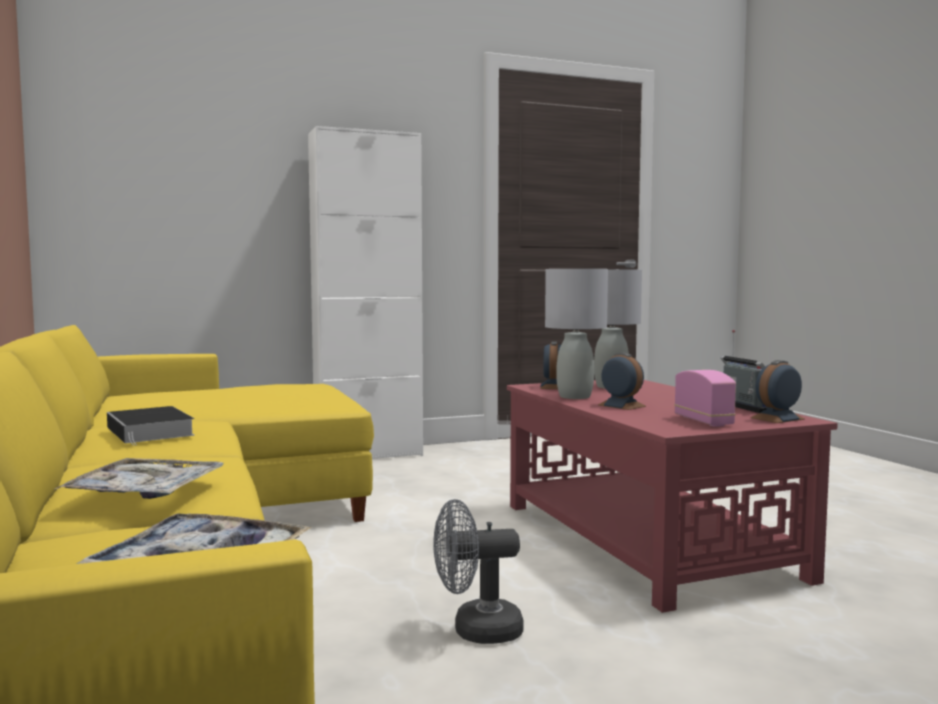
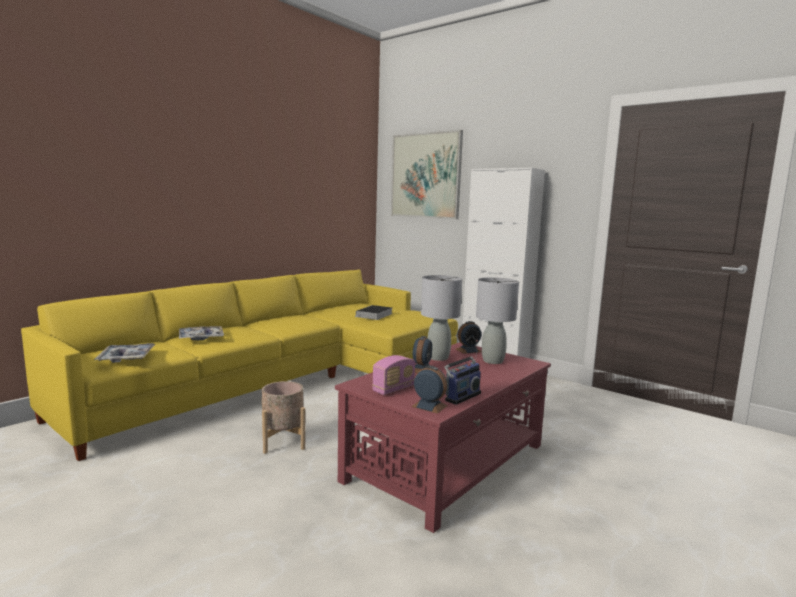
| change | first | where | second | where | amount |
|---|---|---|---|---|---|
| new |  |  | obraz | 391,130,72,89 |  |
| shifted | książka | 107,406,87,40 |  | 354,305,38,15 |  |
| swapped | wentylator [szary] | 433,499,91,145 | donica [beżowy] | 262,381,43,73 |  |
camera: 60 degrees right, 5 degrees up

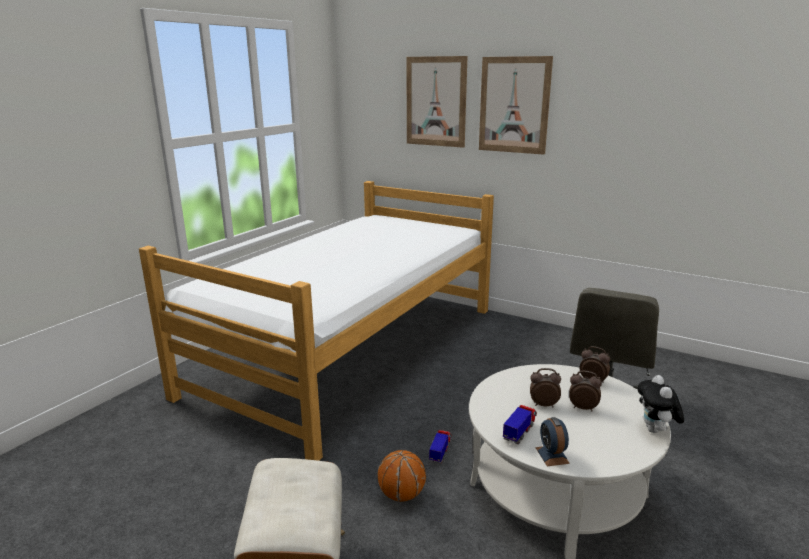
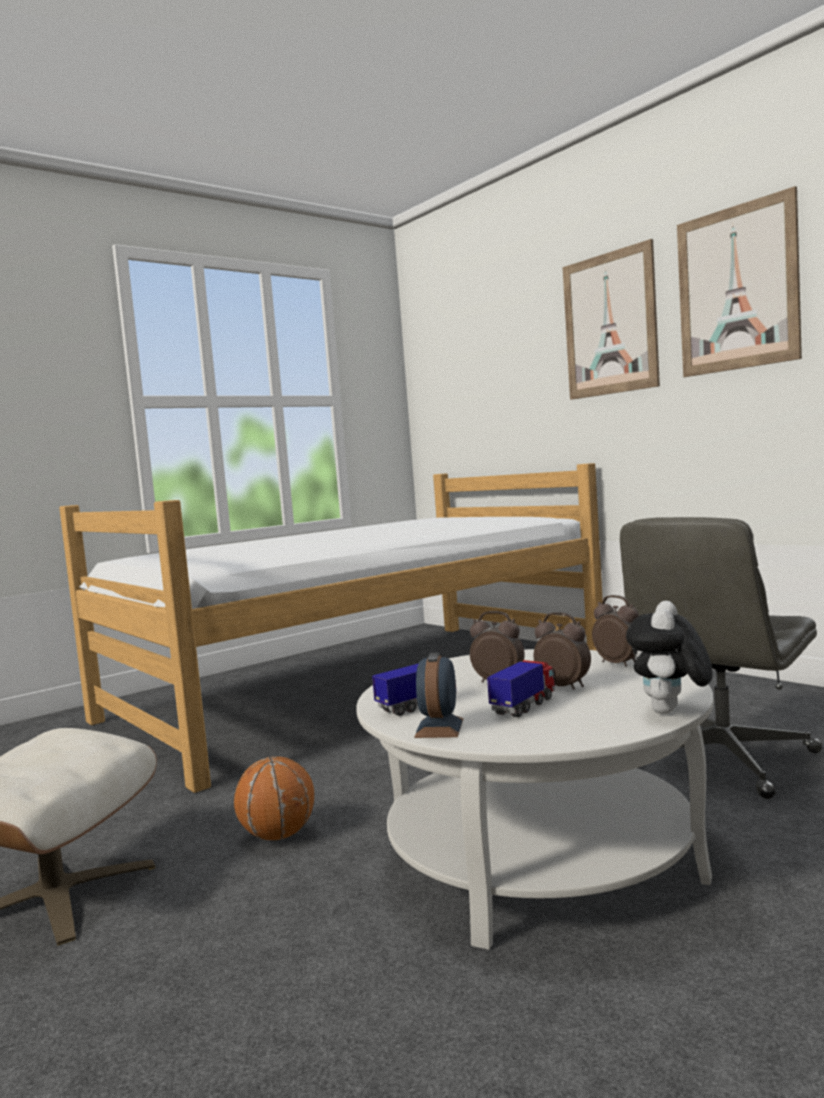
| change | first | where | second | where | amount |
|---|---|---|---|---|---|
| shifted | obraz | 406,56,62,92 |  | 677,186,125,191 |  |
| shifted | ciężarówka zabawkowa | 429,430,22,34 |  | 487,660,68,57 |  |
camera: 20 degrees right, 15 degrees down

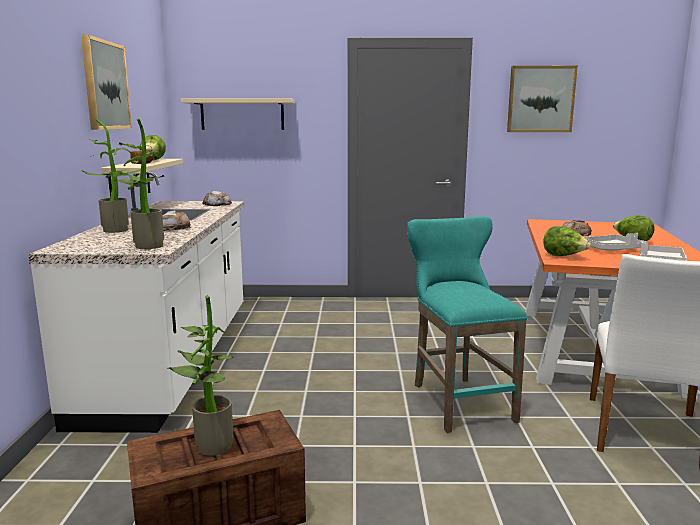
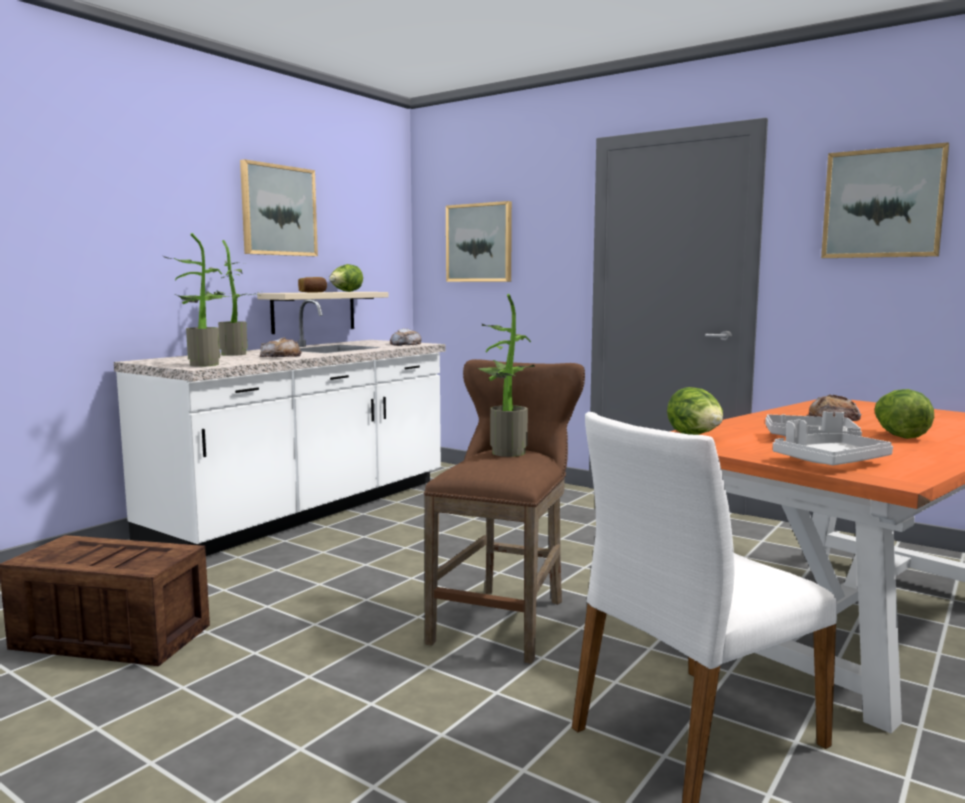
| change | first | where | second | where | amount |
|---|---|---|---|---|---|
| shifted | roślina doniczkowa | 168,295,66,161 |  | 476,294,59,163 |  |
| swapped | półka [beżowy] | 180,98,115,32 | obraz | 446,201,66,81 |  |
| repainted | stołek [turkusowy] | 407,216,120,217 | stołek [brązowy] | 424,359,161,305 |  |
camera: 35 degrees right, 5 degrees down

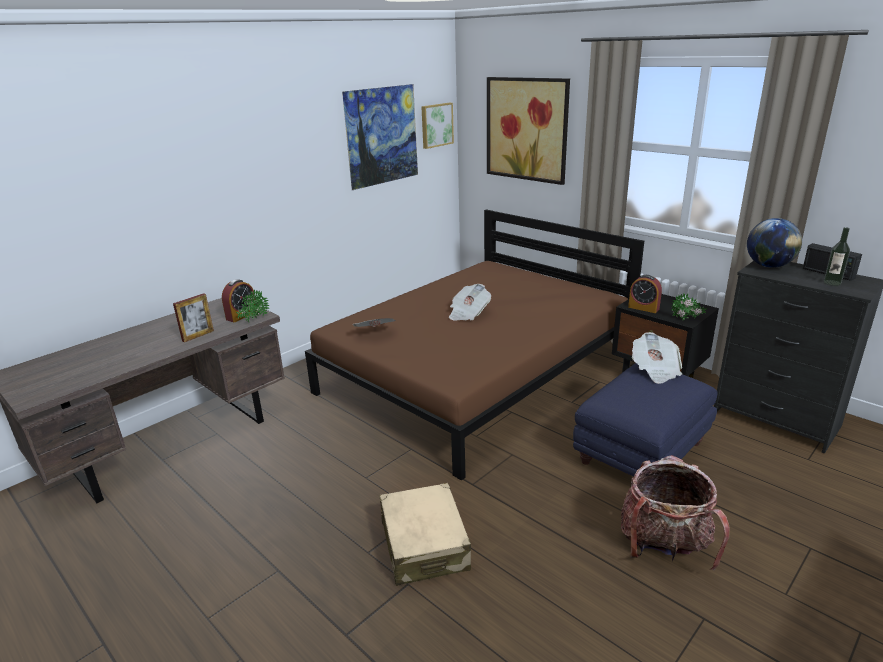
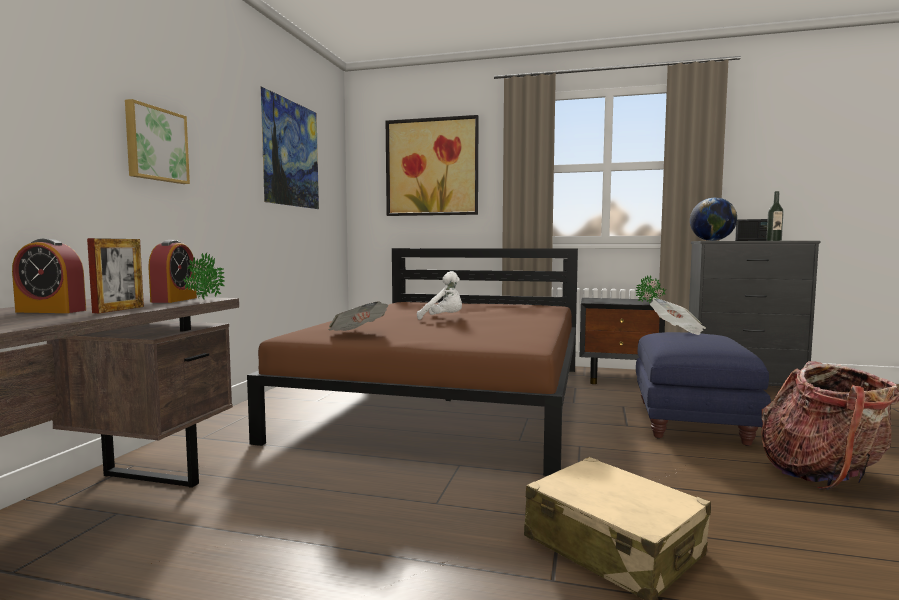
| change | first | where | second | where | amount |
|---|---|---|---|---|---|
| shifted | obraz | 421,103,33,46 |  | 125,99,65,85 |  |
| shifted | budzik | 628,275,34,38 |  | 12,239,74,74 |  |
| swapped | gazeta | 449,284,42,37 | pluszak [biały] | 417,271,45,49 |  |
camera: 30 degrees left, 20 degrees down

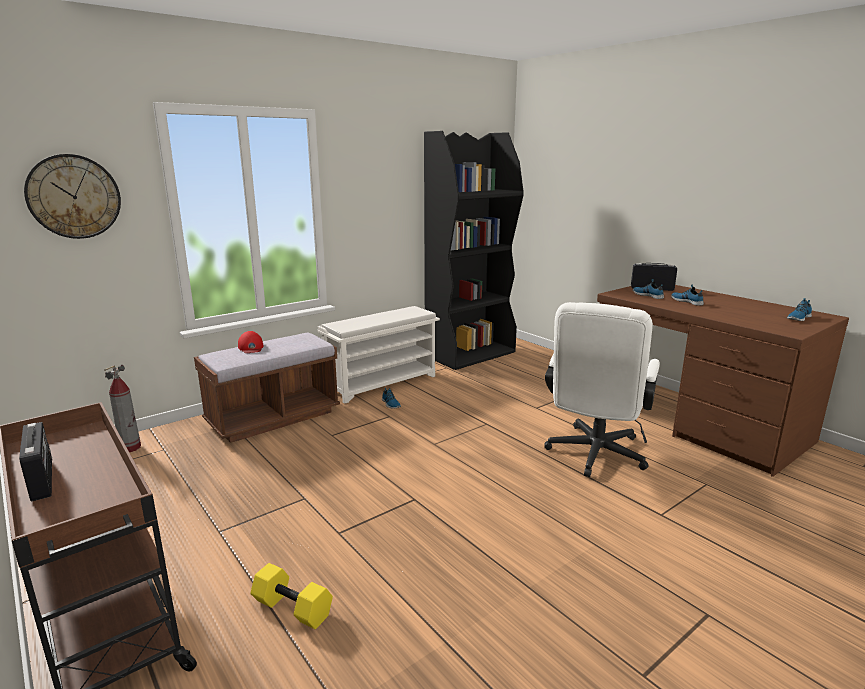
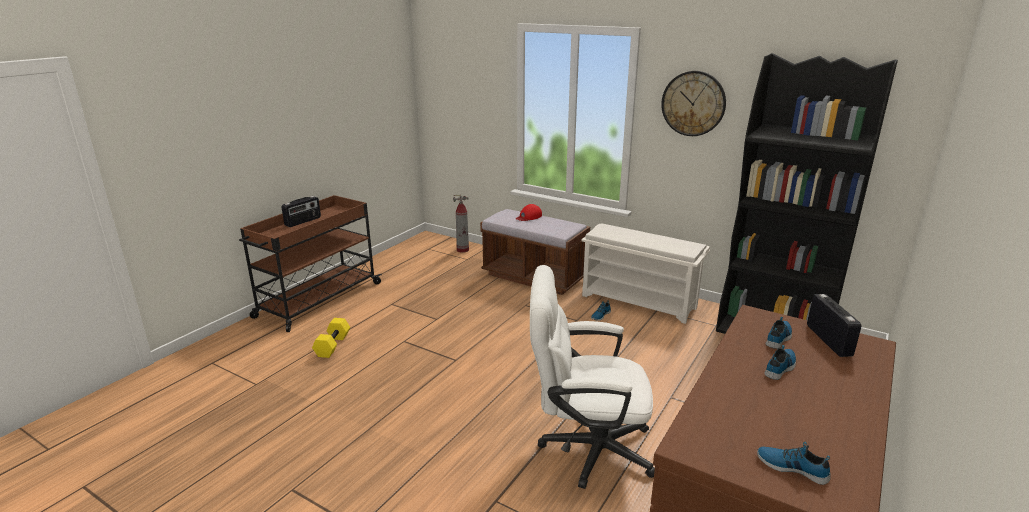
| change | first | where | second | where | amount |
|---|---|---|---|---|---|
| shifted | zegar ścienny | 24,154,97,85 |  | 661,71,65,65 |  |
camera: 70 degrees right, 5 degrees up

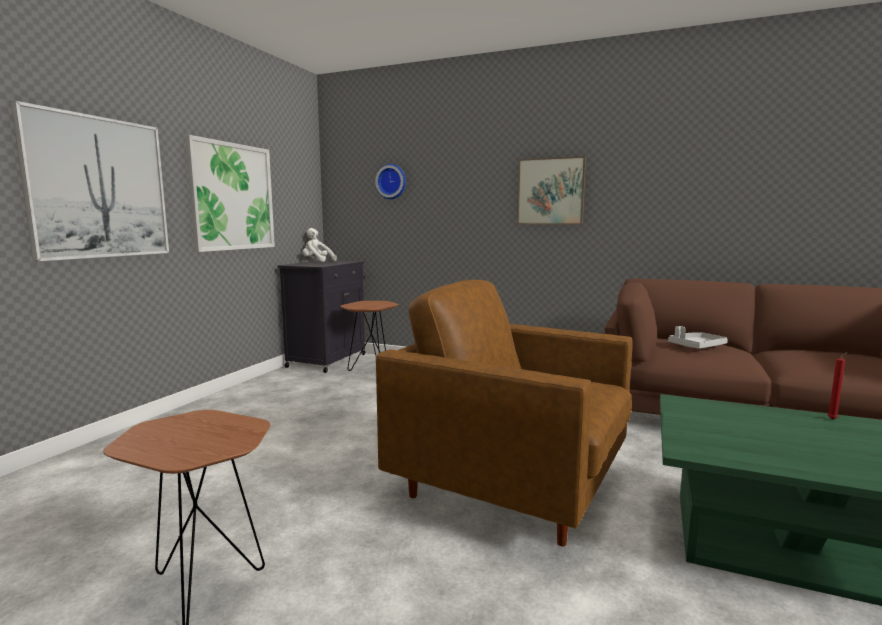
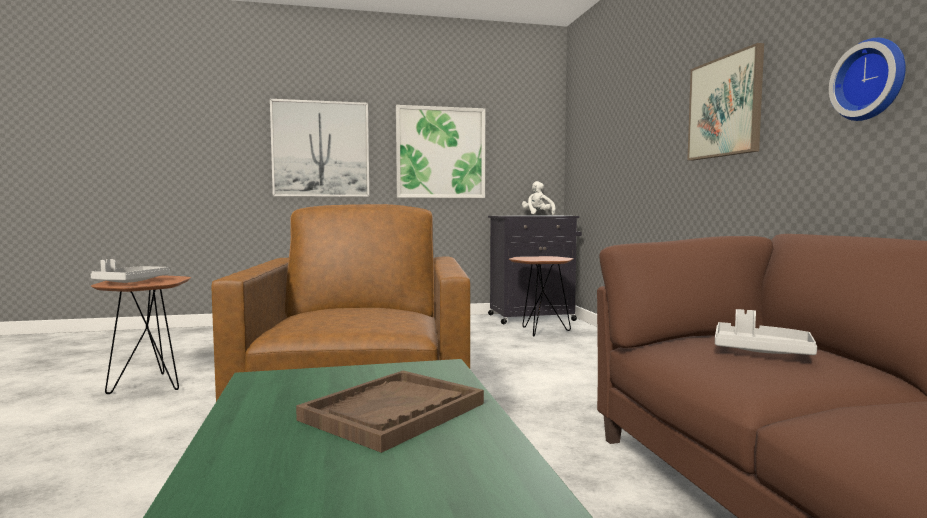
| change | first | where | second | where | amount |
|---|---|---|---|---|---|
| gone | świeca [czerwony] | 828,352,20,68 |  |  |  |
| new |  |  | taca [szary] | 91,259,79,24 |  |
| new |  |  | taca [brązowy] | 296,371,188,82 |  |
| shifted | zegar ścienny | 375,164,31,35 |  | 829,38,77,83 |  |
camera: 55 degrees right, 5 degrees down

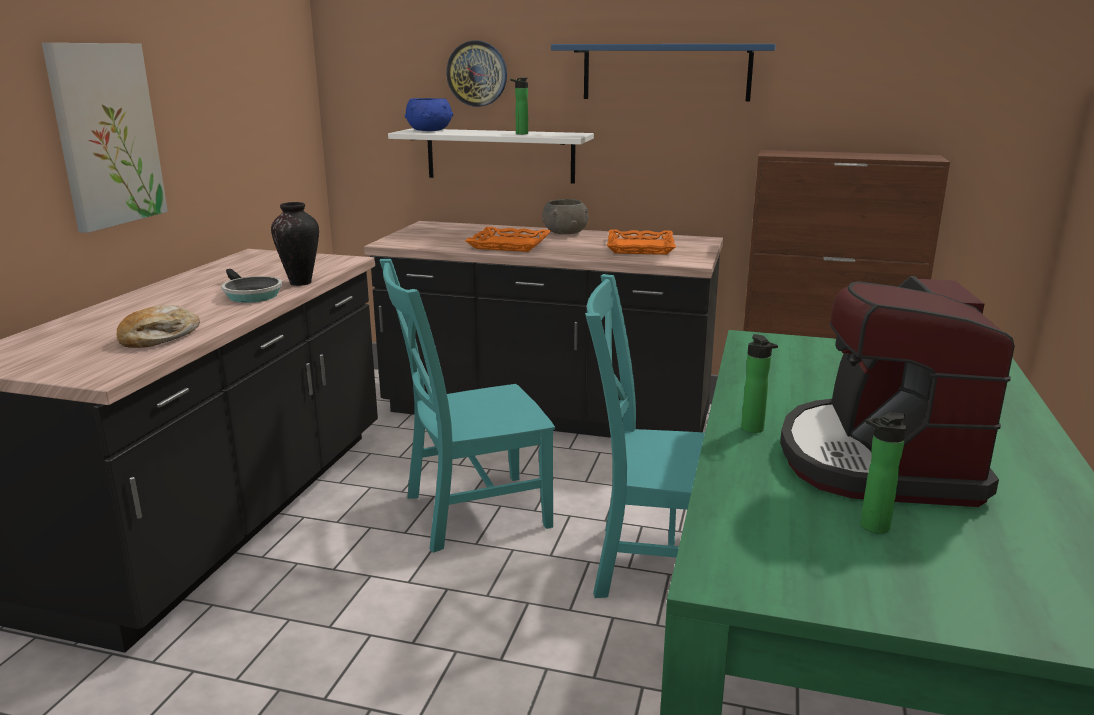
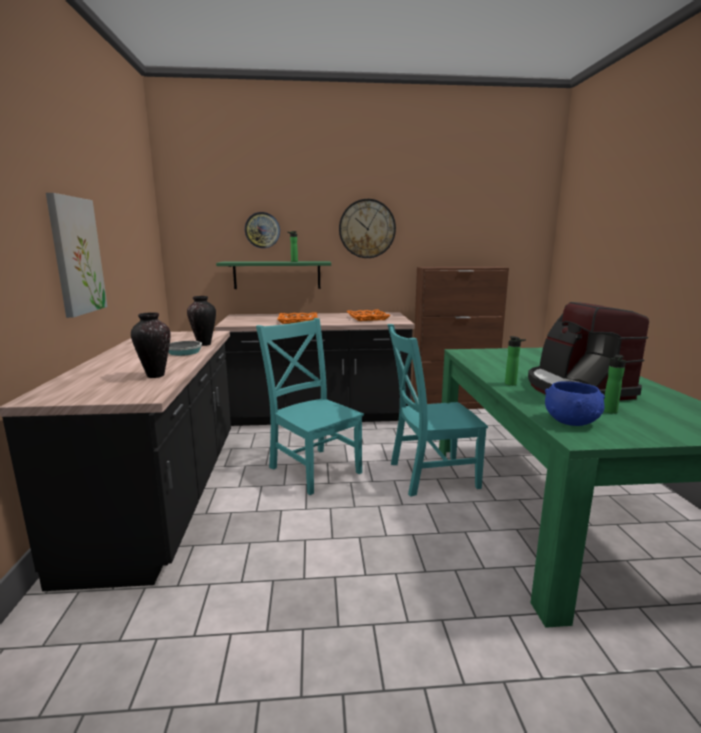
| change | first | where | second | where | amount |
|---|---|---|---|---|---|
| gone | miska [szary] | 542,199,46,35 |  |  |  |
| shifted | miska [niebieski] | 405,98,48,33 |  | 545,381,60,45 |  |
| swapped | chleb | 117,305,83,43 | wazon | 131,312,40,66 |  |
| swapped | półka [niebieski] | 551,44,225,57 | zegar ścienny | 339,199,57,59 |  |
| repainted | półka [biały] | 388,128,206,56 | półka [zielony] | 216,261,115,28 |  |
| rotated | krzesło [turkusowy] | 379,259,176,294 |  | 256,318,108,177 | 90 degrees clockwise |
camera: 20 degrees left, 5 degrees down

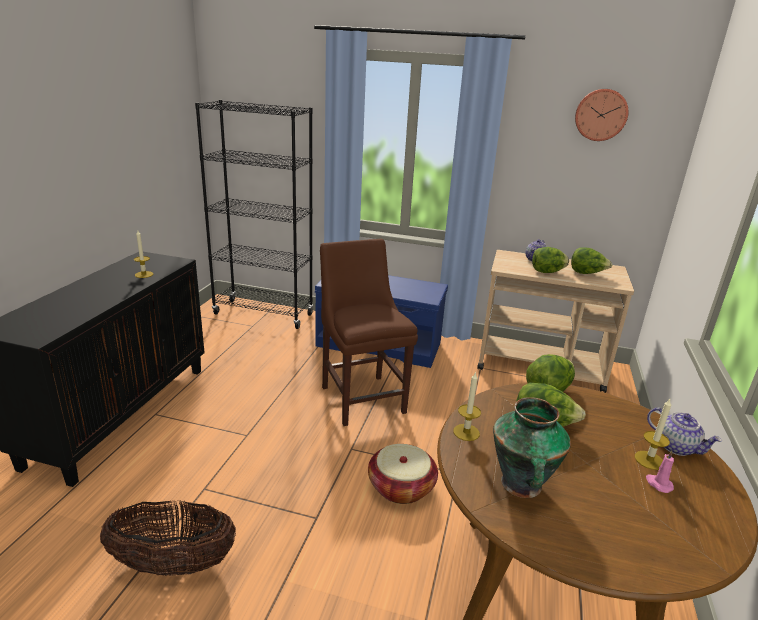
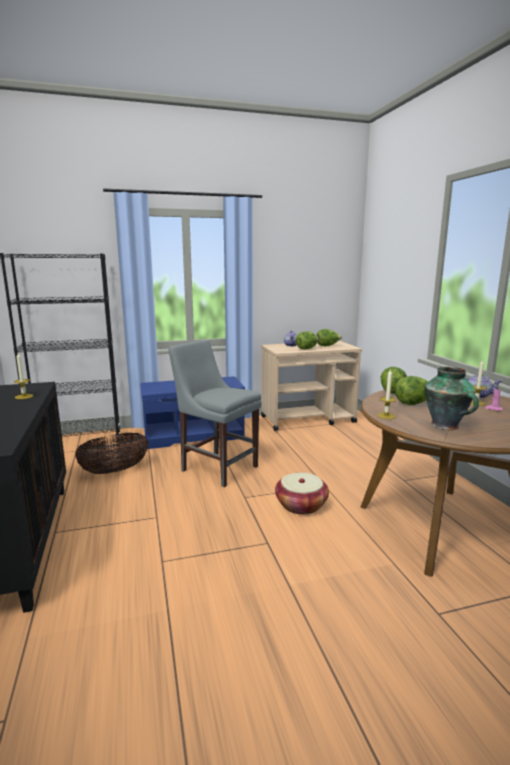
| change | first | where | second | where | amount |
|---|---|---|---|---|---|
| gone | zegar ścienny | 575,89,53,52 |  |  |  |
| shifted | koszyk | 100,500,136,76 |  | 75,433,74,41 |  |
| repainted | krzesło [brązowy] | 320,239,98,187 | krzesło [szary] | 168,339,94,148 |  |
camera: 30 degrees left, 10 degrees down

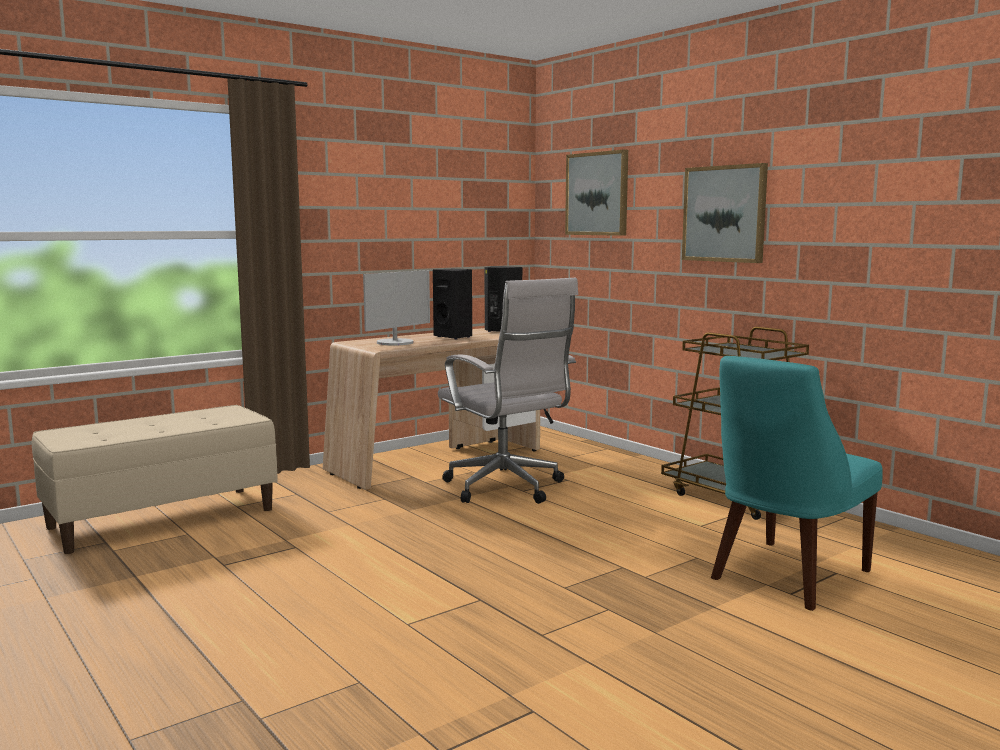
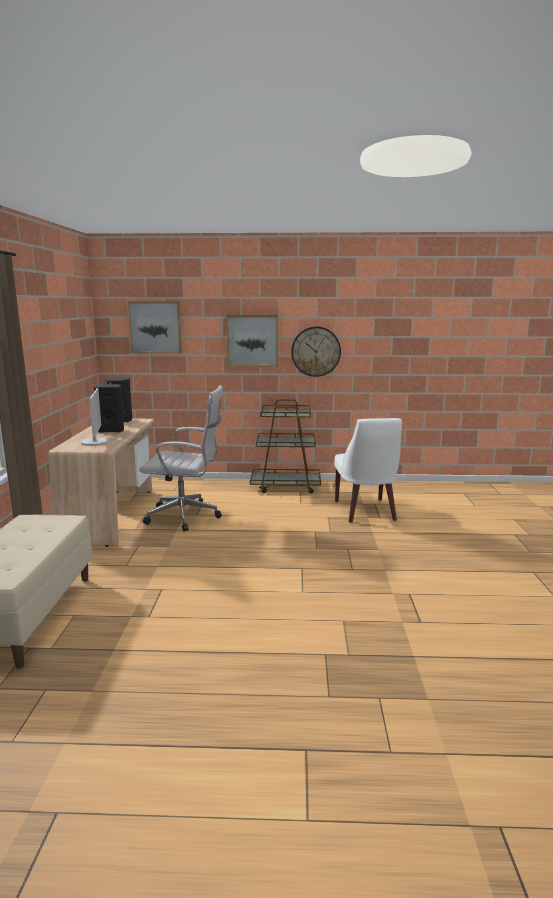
| change | first | where | second | where | amount |
|---|---|---|---|---|---|
| new |  |  | zegar ścienny | 291,326,50,51 |  |
| repainted | krzesło [turkusowy] | 711,356,172,255 | krzesło [biały] | 334,418,68,105 |  |
camera: 50 degrees left, 5 degrees up

